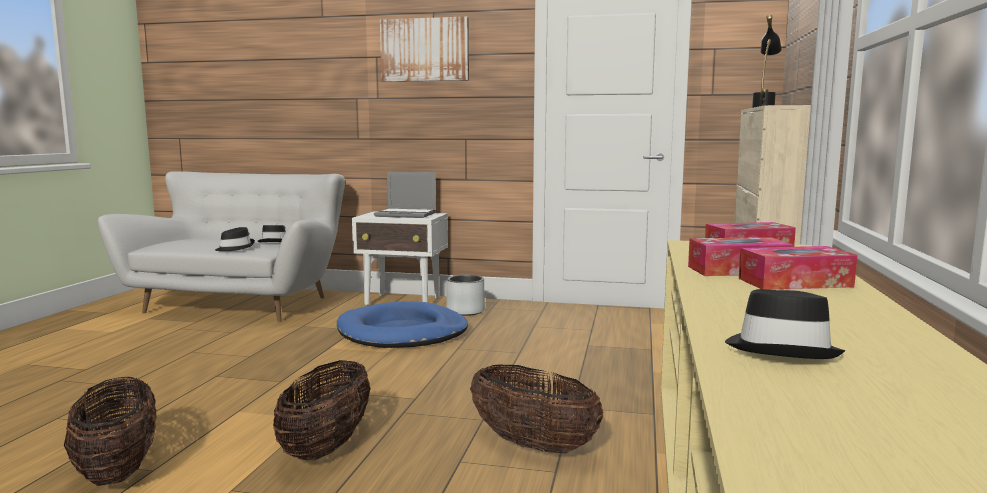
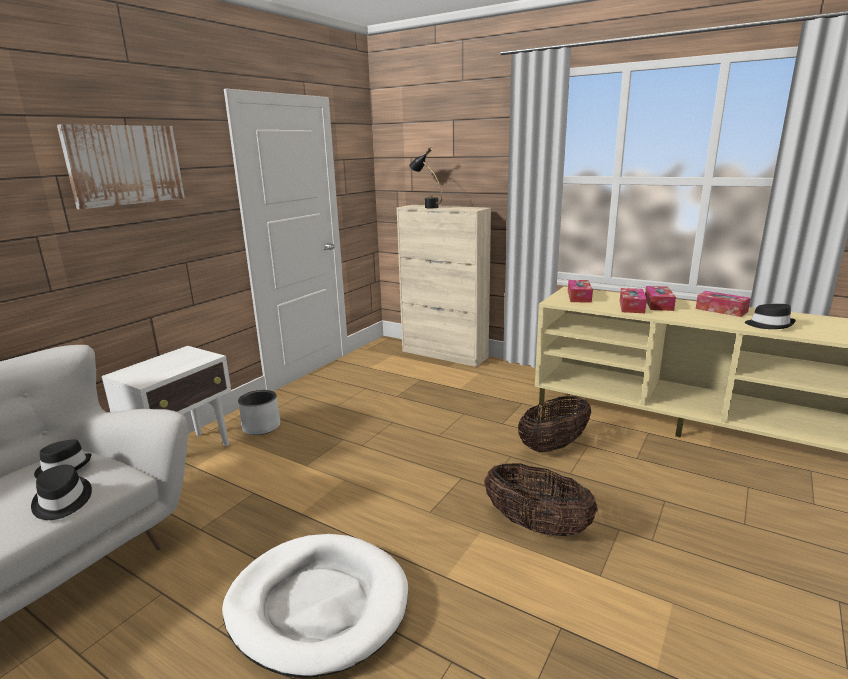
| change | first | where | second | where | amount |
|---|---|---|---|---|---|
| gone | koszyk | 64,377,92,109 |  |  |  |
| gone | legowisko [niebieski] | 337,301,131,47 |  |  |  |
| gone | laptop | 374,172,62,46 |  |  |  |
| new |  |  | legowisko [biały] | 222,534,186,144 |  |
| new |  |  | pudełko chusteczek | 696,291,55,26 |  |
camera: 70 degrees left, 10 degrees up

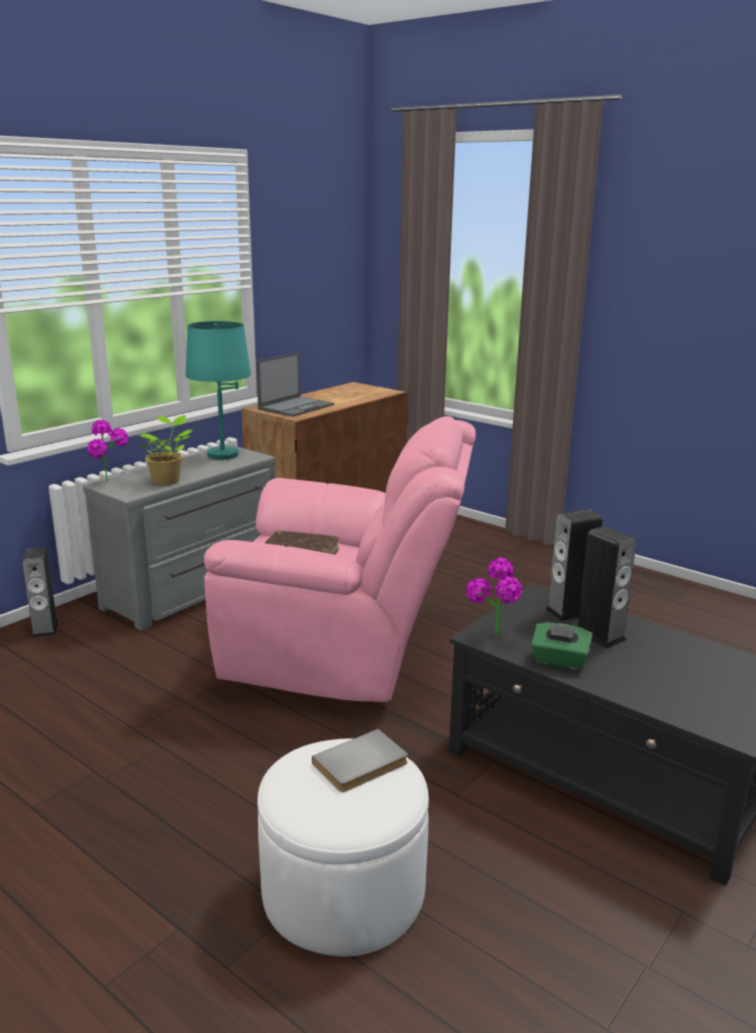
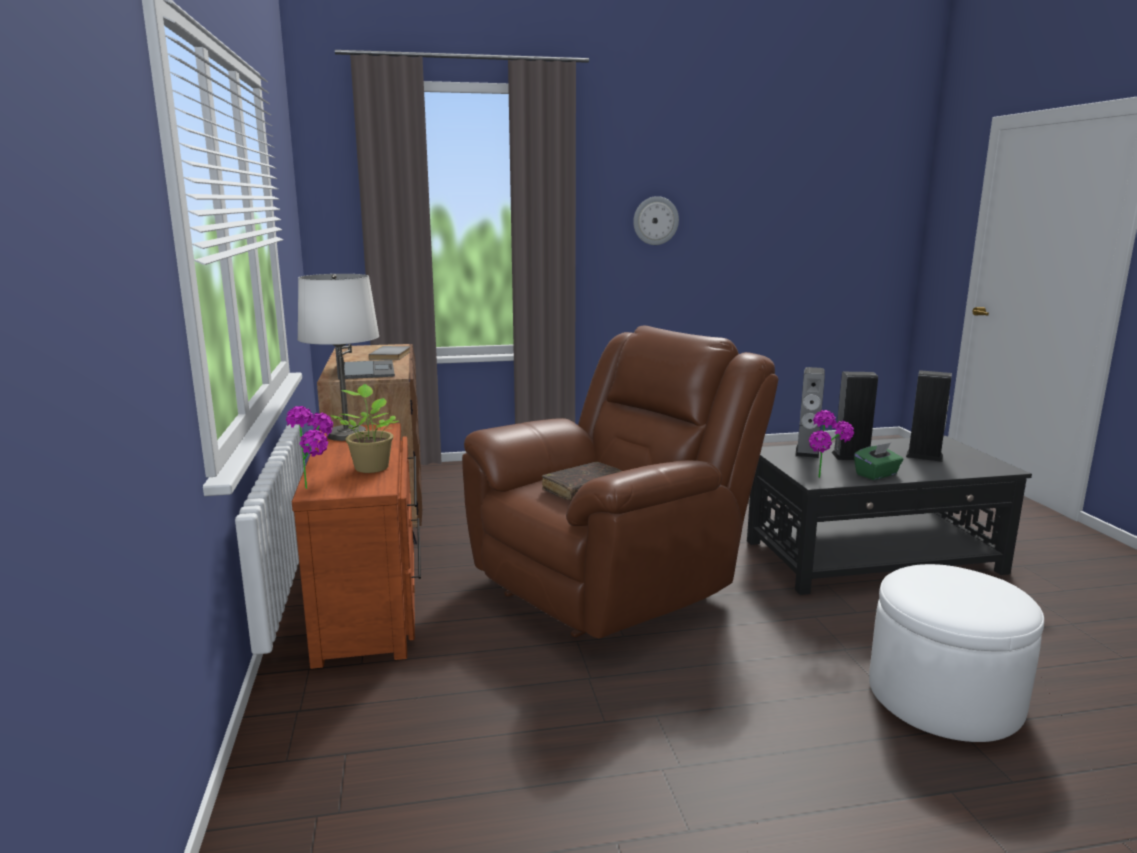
| change | first | where | second | where | amount |
|---|---|---|---|---|---|
| new |  |  | zegar ścienny | 633,196,46,49 |  |
| shifted | głośnik | 22,547,37,91 |  | 906,370,46,92 |  |
| shifted | książka [szary] | 312,729,96,63 |  | 369,346,41,14 |  |
| repainted | komoda [szary] | 83,445,193,186 | komoda [brązowy] | 292,423,129,246 |  |
| repainted | lampa stołowa [turkusowy] | 186,321,65,139 | lampa stołowa [biały] | 297,274,82,167 |  |
| repainted | fotel [różowy] | 204,416,272,286 | fotel [brązowy] | 462,325,317,313 |  |
camera: 50 degrees left, 5 degrees down

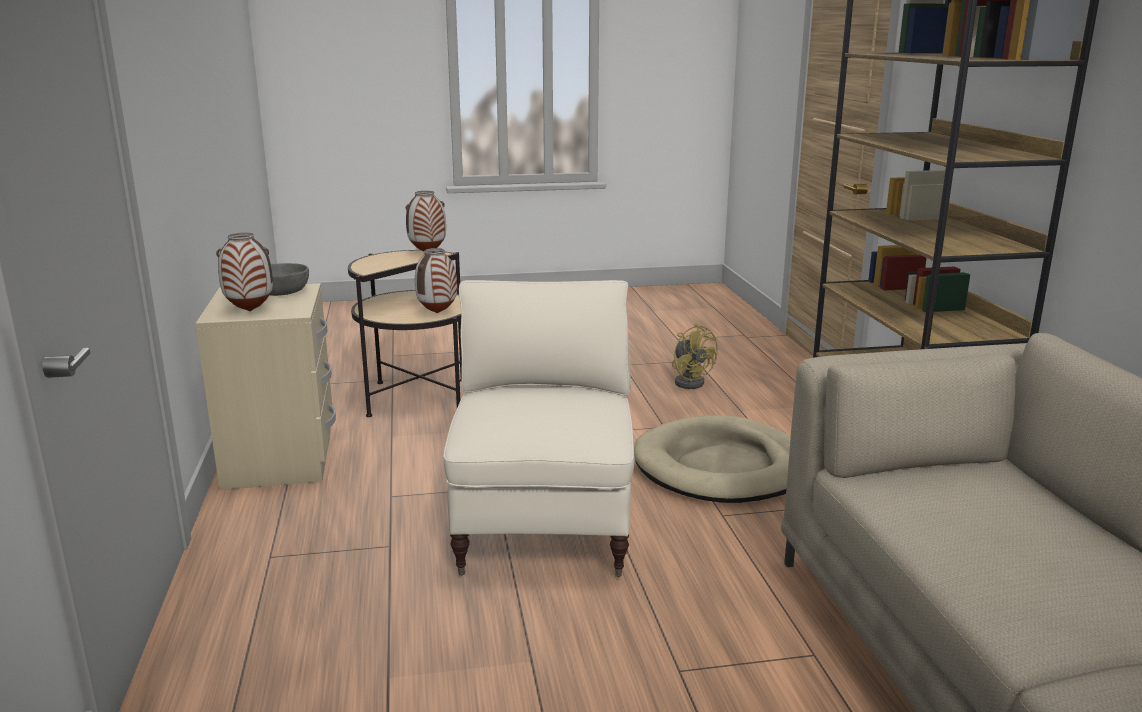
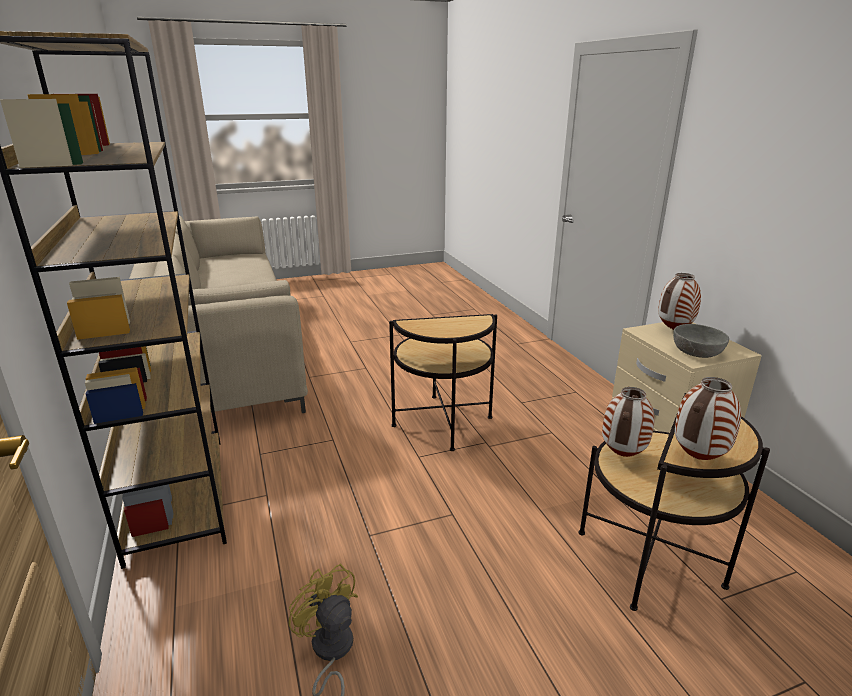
| change | first | where | second | where | amount |
|---|---|---|---|---|---|
| gone | legowisko [beżowy] | 634,415,157,88 |  |  |  |
| swapped | fotel [beżowy] | 443,280,191,297 | stolik | 389,314,108,137 |  |
camera: 170 degrees right, 5 degrees up

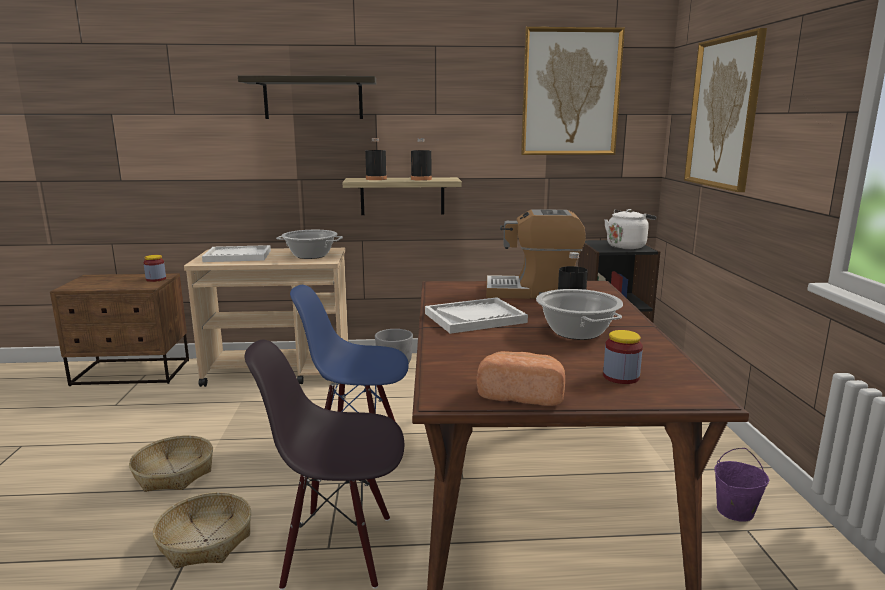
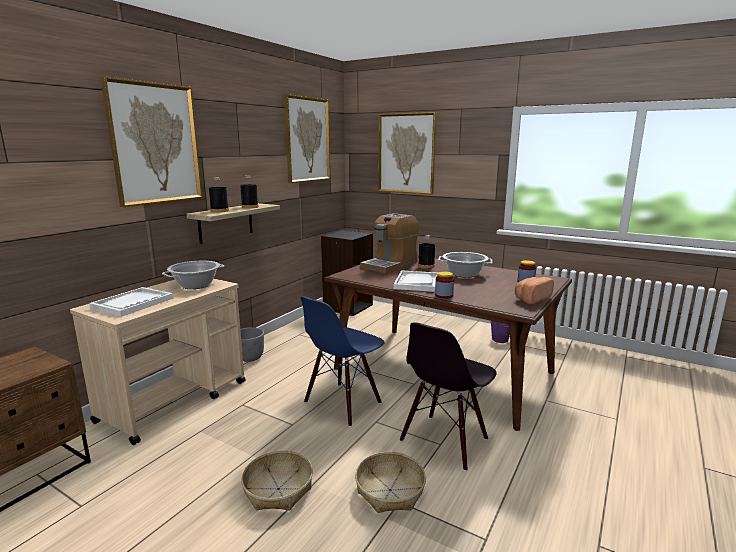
| change | first | where | second | where | amount |
|---|---|---|---|---|---|
| gone | czajnik [biały] | 604,209,52,40 |  |  |  |
| shifted | słoik | 143,255,23,27 |  | 435,272,19,27 |  |
| swapped | półka | 238,75,138,44 | obraz | 101,76,101,131 |  |
camera: 55 degrees left, 0 degrees up

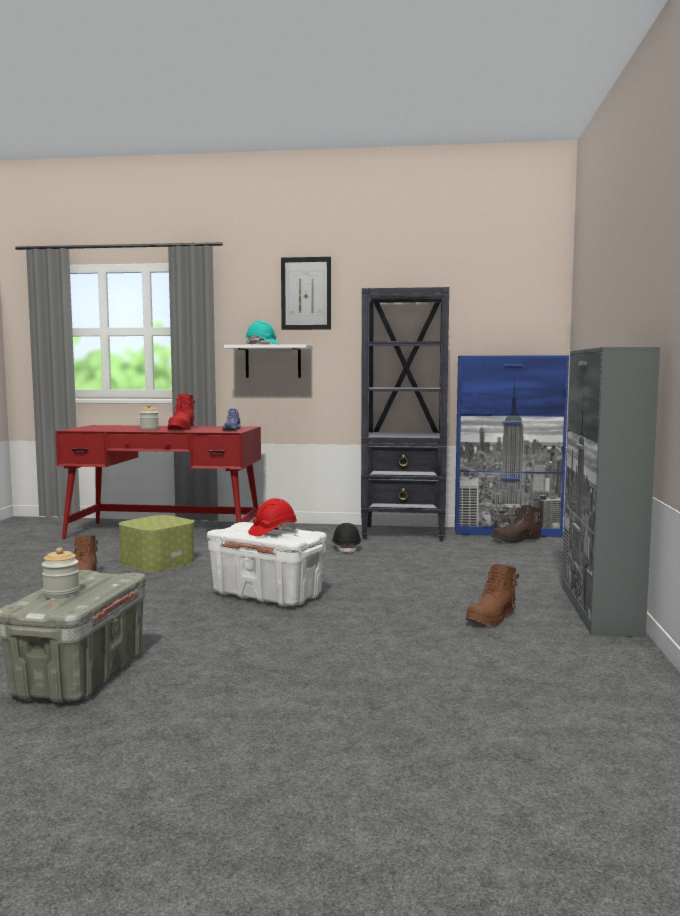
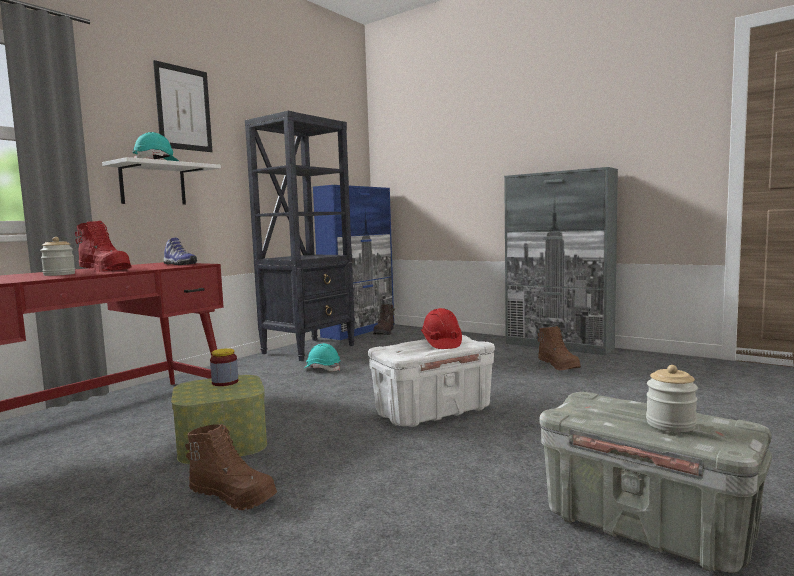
| change | first | where | second | where | amount |
|---|---|---|---|---|---|
| new |  |  | słoik | 210,348,28,38 |  |
| repainted | kask [czarny] | 332,523,30,30 | kask [turkusowy] | 303,343,38,28 |  |
camera: 60 degrees left, 0 degrees up

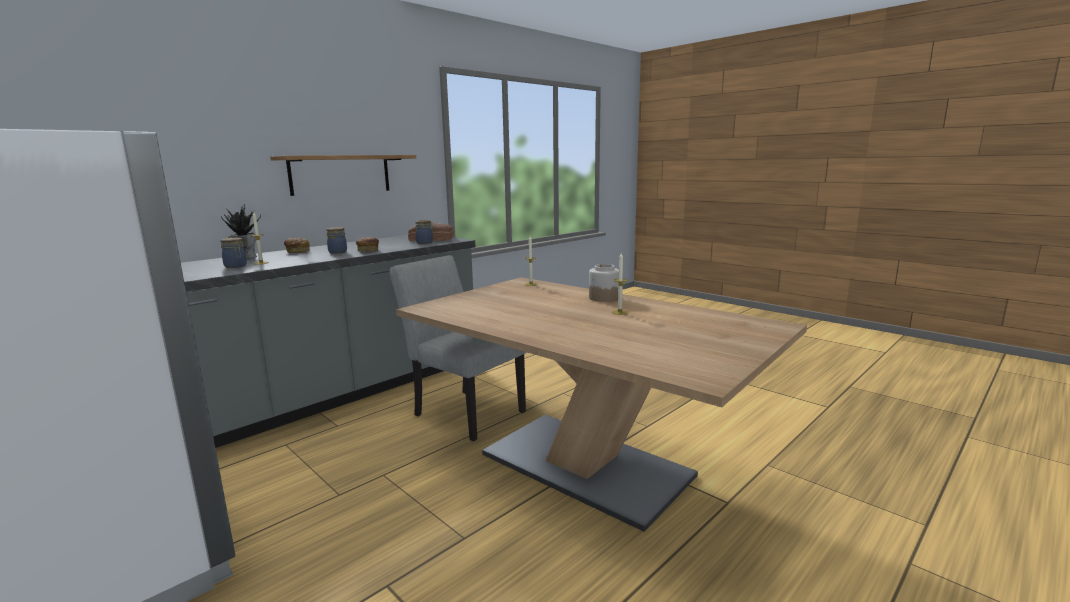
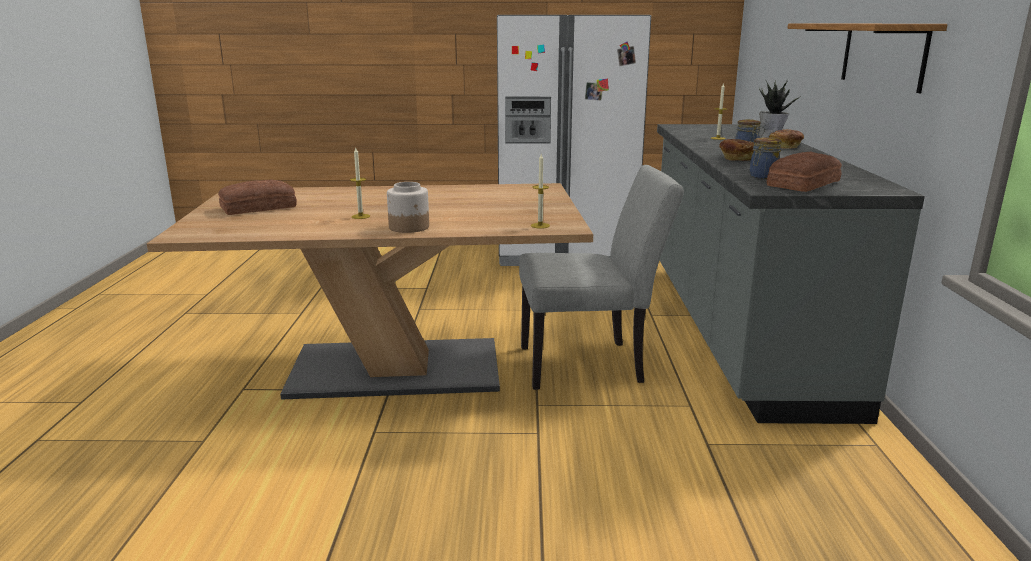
| change | first | where | second | where | amount |
|---|---|---|---|---|---|
| gone | słoik | 220,237,27,31 |  |  |  |
| new |  |  | chleb | 218,179,79,36 |  |
camera: 135 degrees right, 5 degrees up

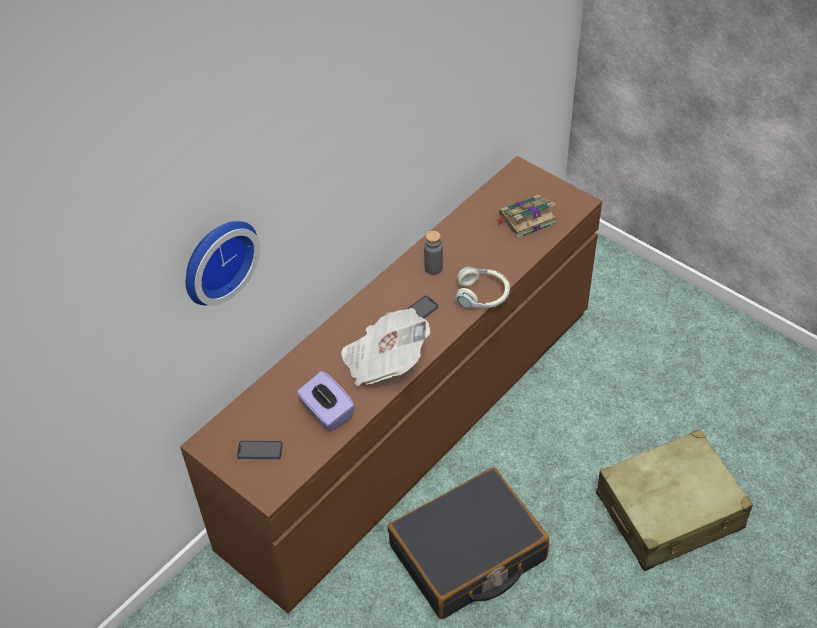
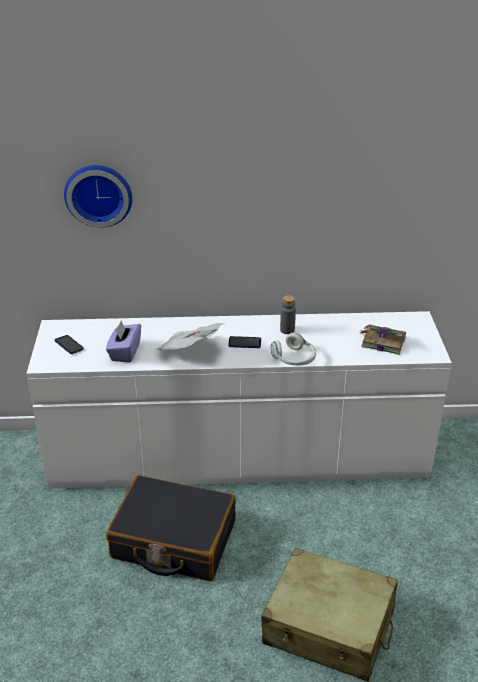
| change | first | where | second | where | amount |
|---|---|---|---|---|---|
| repainted | komoda [brązowy] | 180,156,422,458 | komoda [biały] | 26,311,426,178 |  |
camera: 45 degrees right, 15 degrees down

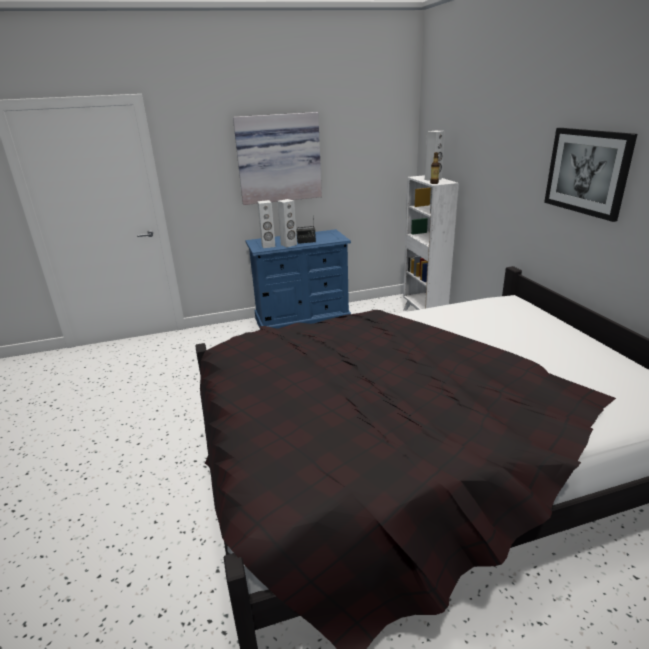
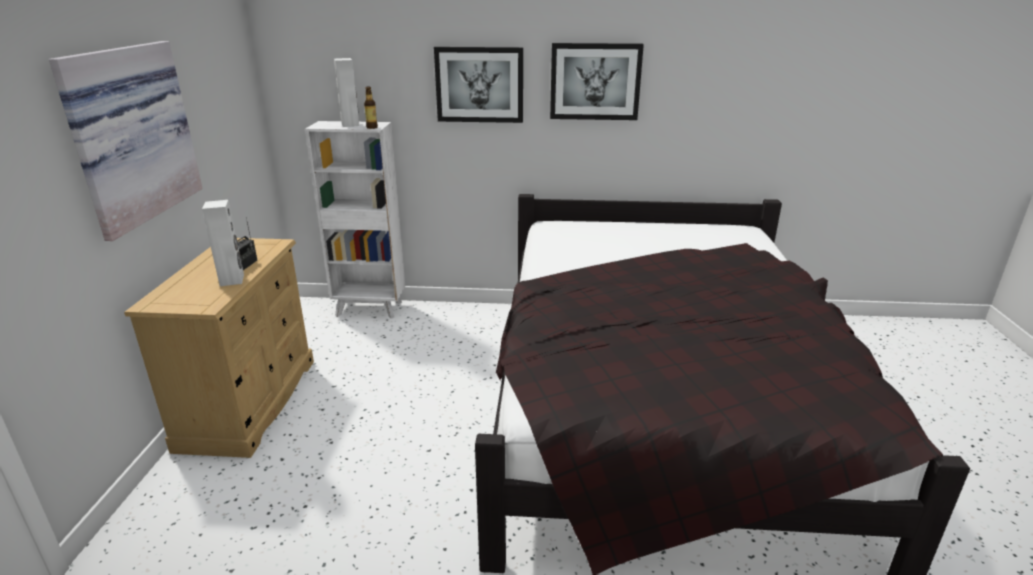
| change | first | where | second | where | amount |
|---|---|---|---|---|---|
| gone | głośnik [biały] | 257,200,18,48 |  |  |  |
| new |  |  | obraz | 434,47,89,76 |  |
| repainted | komoda [niebieski] | 245,229,106,100 | komoda [beżowy] | 124,238,190,220 |  |
camera: 70 degrees left, 0 degrees up

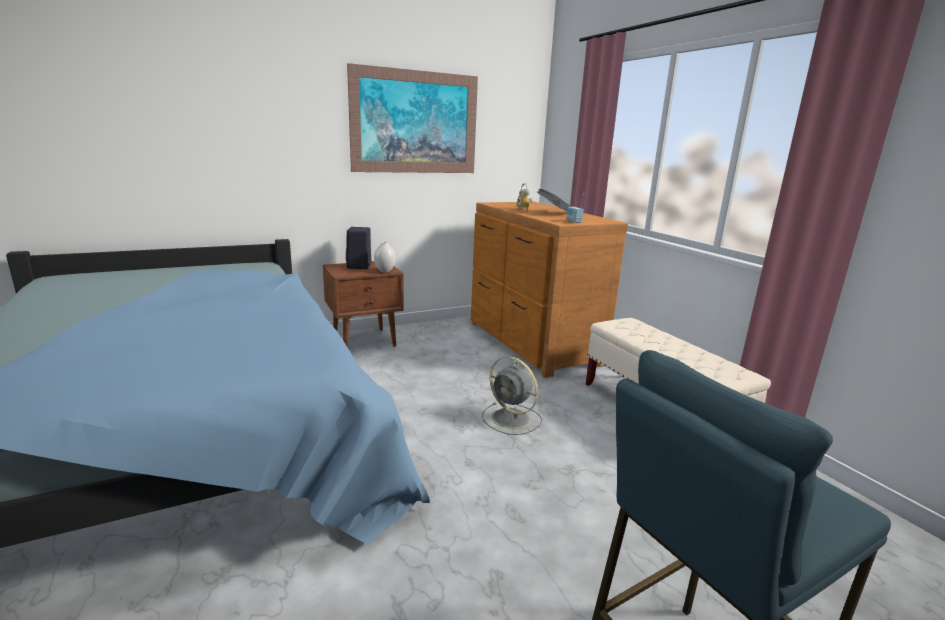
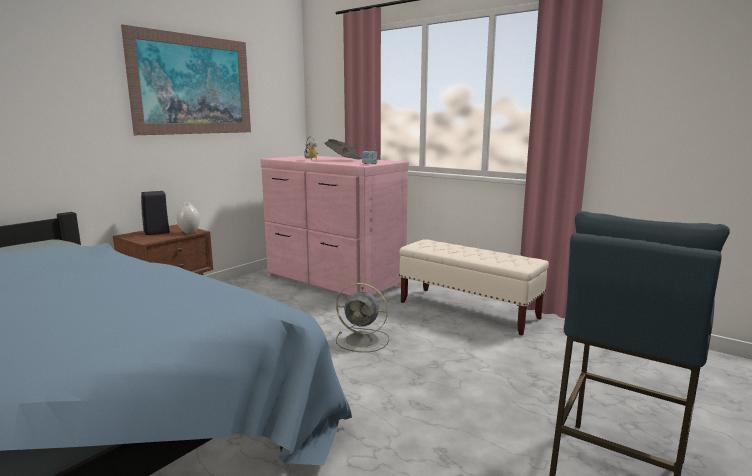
| change | first | where | second | where | amount |
|---|---|---|---|---|---|
| repainted | komoda [brązowy] | 471,202,157,176 | komoda [różowy] | 260,155,149,141 |  |
camera: 25 degrees left, 5 degrees down

